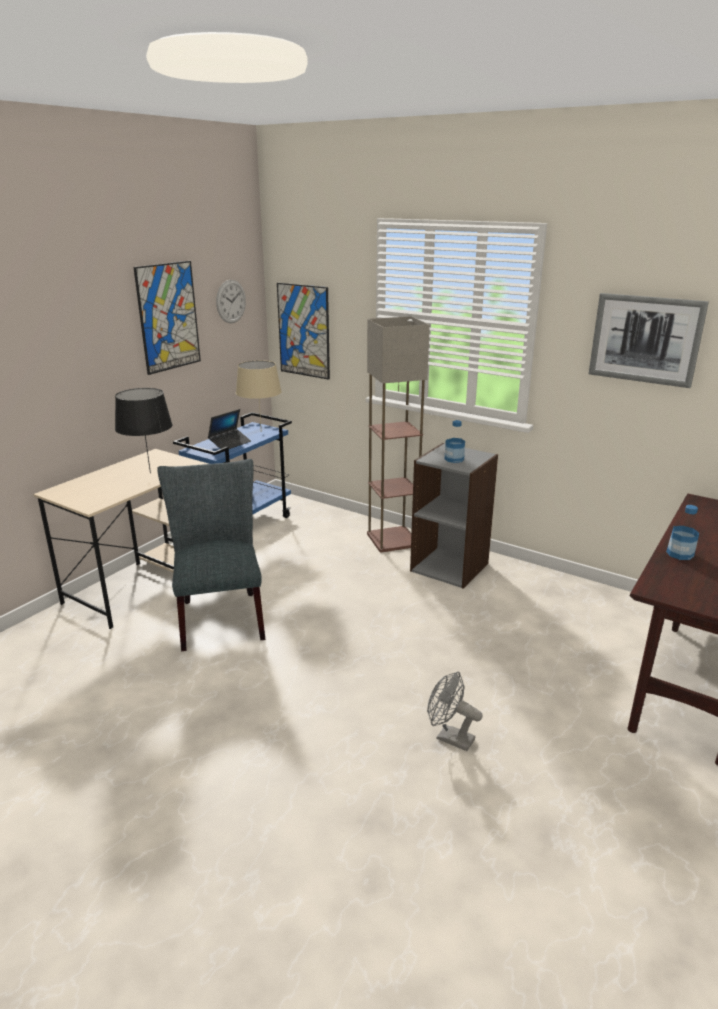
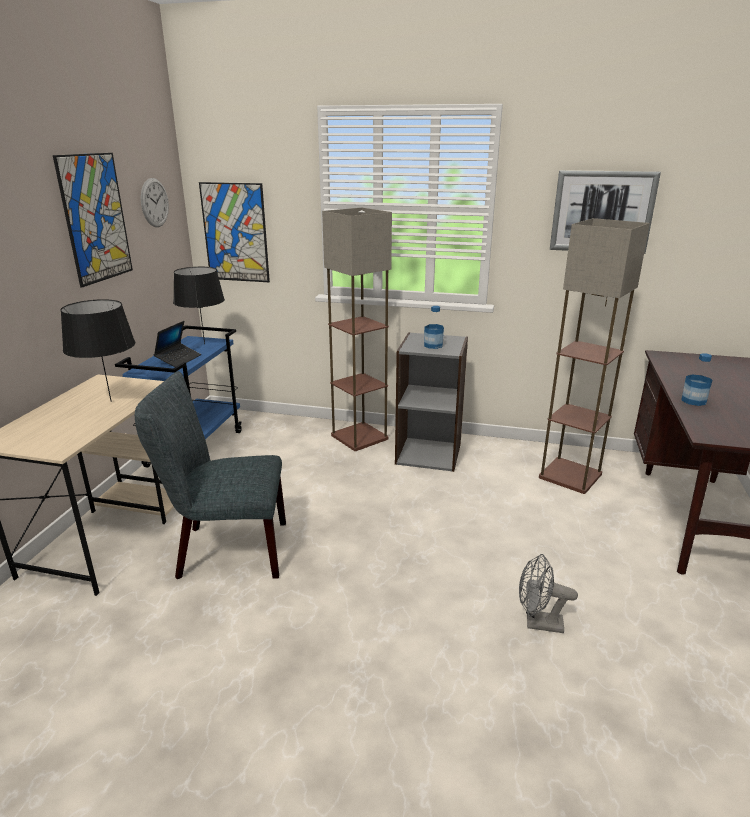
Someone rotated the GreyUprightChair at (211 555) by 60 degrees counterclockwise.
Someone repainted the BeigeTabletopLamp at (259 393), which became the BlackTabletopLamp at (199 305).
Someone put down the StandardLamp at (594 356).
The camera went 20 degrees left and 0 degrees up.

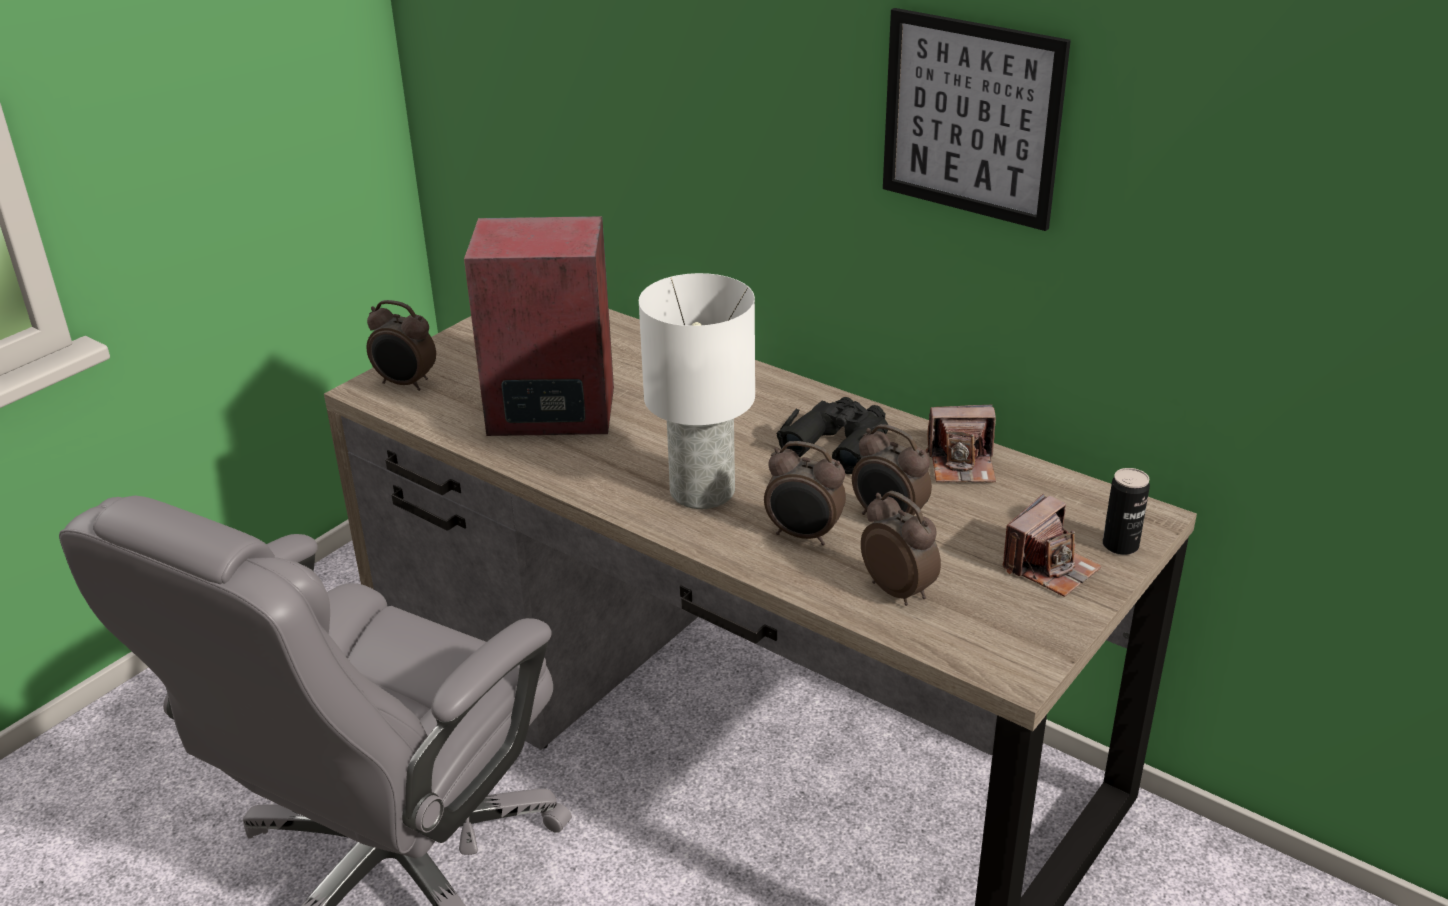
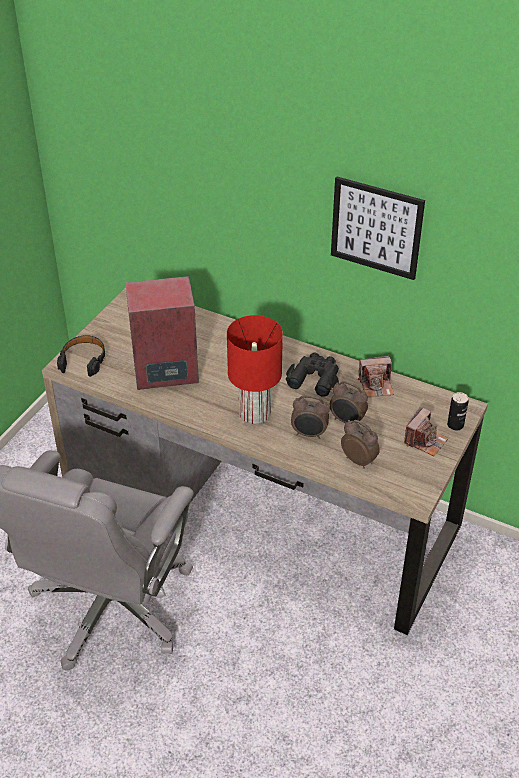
Someone swapped the TableClock at (401 345) for the BlackPairOfHeadphones at (81 356).
Someone repainted the WhiteColouredTabletopLamp at (697 391), which became the RedTabletopLamp at (255 369).
The camera went 10 degrees left and 10 degrees up.

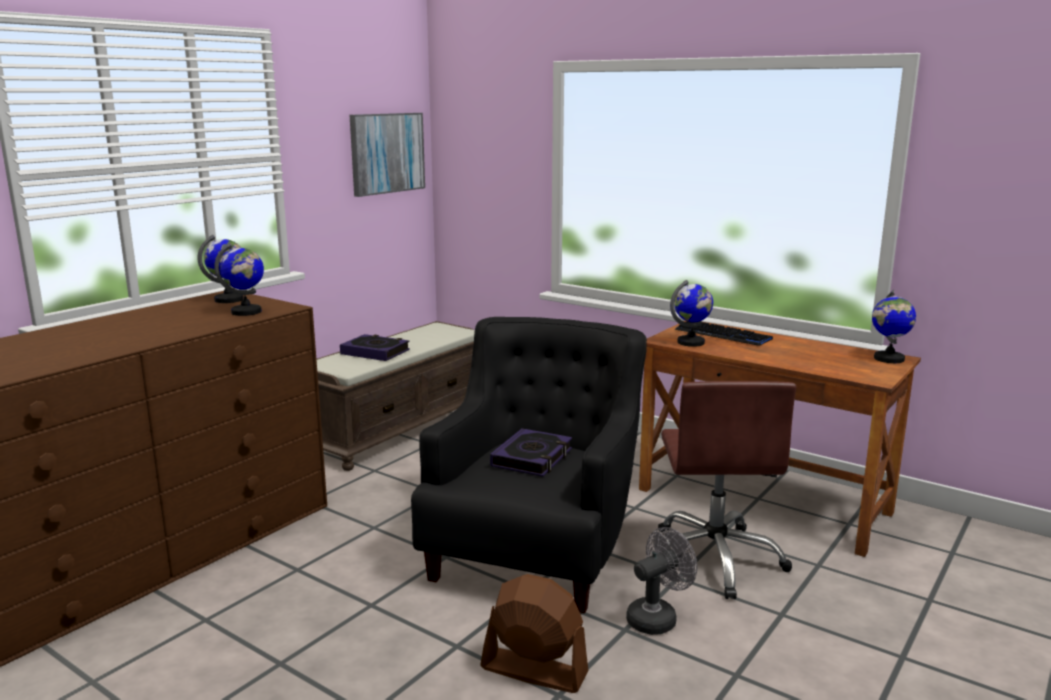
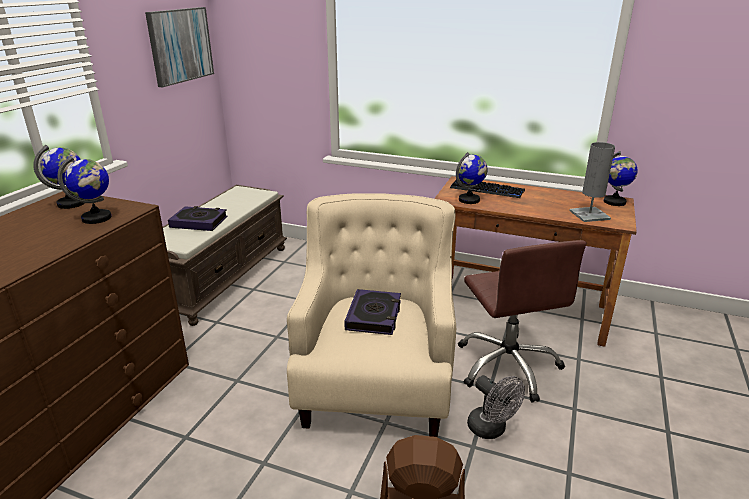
Someone repainted the BlackEasyChair at (529 465), which became the BeigeEasyChair at (371 315).
Someone rotated the GreyCoolingFan at (661 581) by 105 degrees clockwise.
Someone put down the GreyTabletopLamp at (592 182).
The camera went 15 degrees left and 10 degrees up.

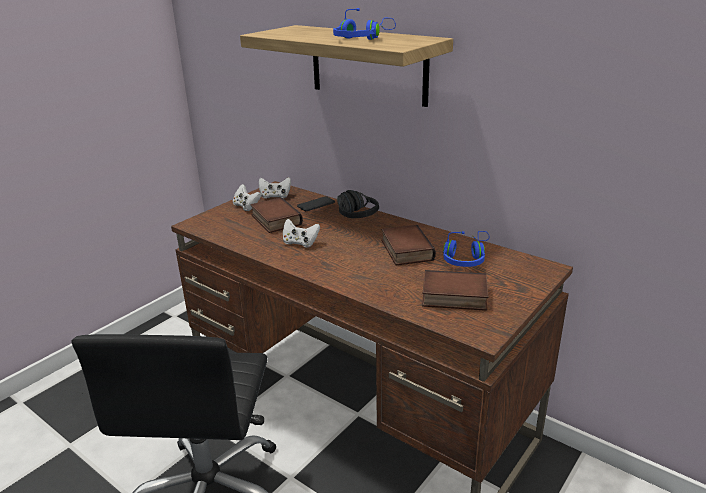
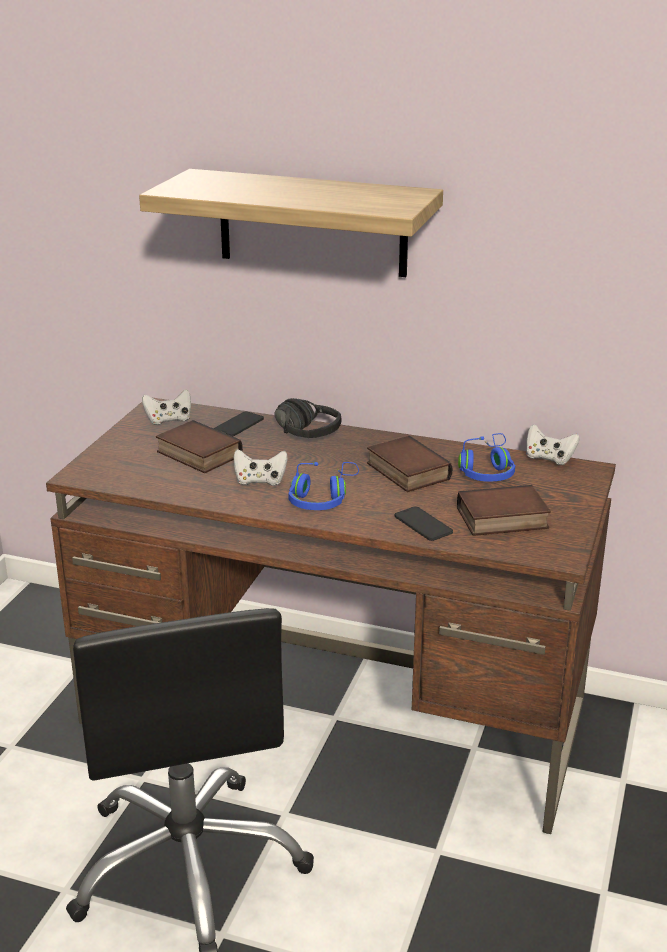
Someone carried the BlueColouredPairOfHeadphones from (364 24) to (323 486).
Someone put down the Telephone at (424 524).
Someone carried the WhiteColouredGameController from (247 197) to (553 444).
The camera went 20 degrees left and 0 degrees up.

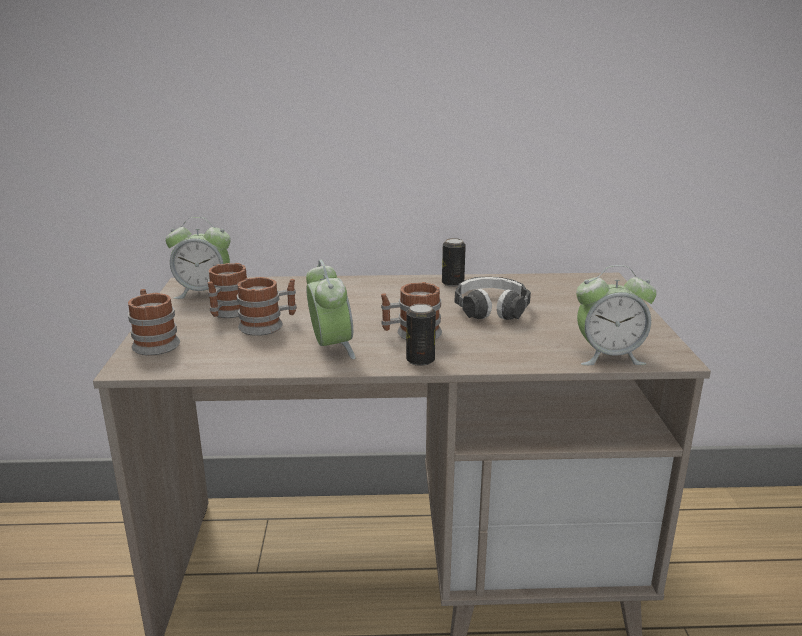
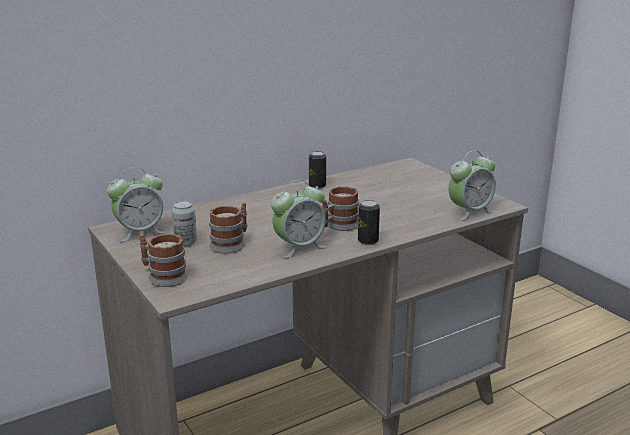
Someone swapped the Mug at (228 290) for the SealedCan at (184 223).
Someone rotated the TableClock at (331 309) by 105 degrees clockwise.
Someone took away the PairOfHeadphones at (492 298).
The camera went 30 degrees left and 0 degrees up.

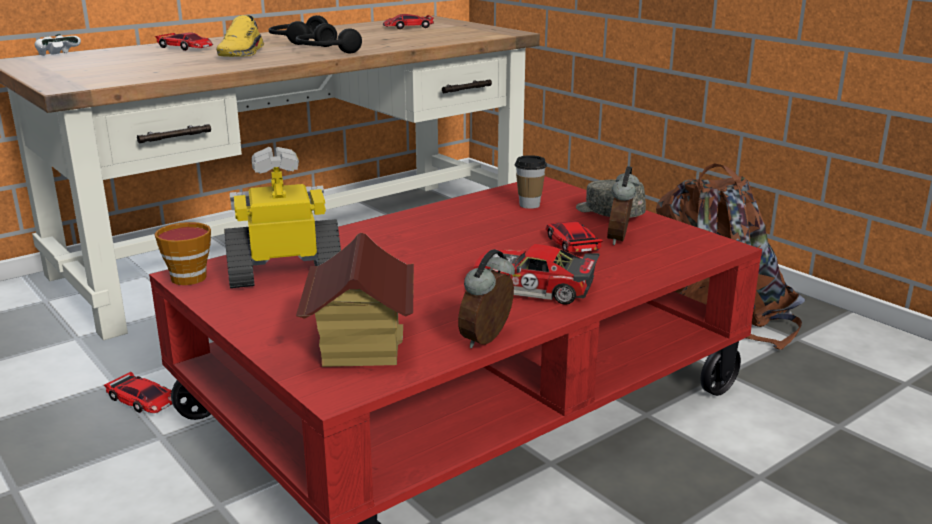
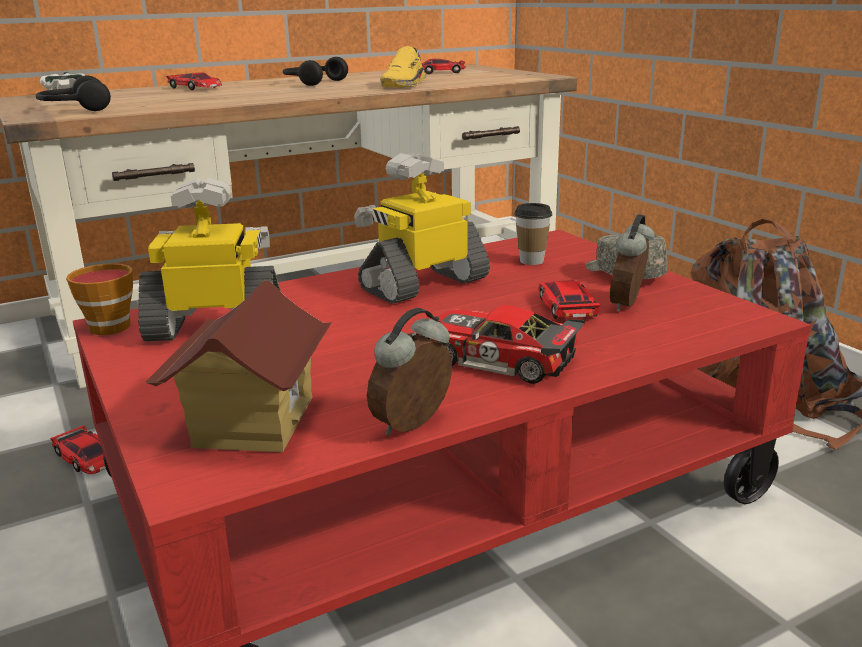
Someone carried the BlackPairOfHeadphones from (329 38) to (73 93).
Someone put down the ModelRobot at (422 228).
Someone carried the YellowColouredItemOfFootwear from (240 36) to (403 66).
The camera went 10 degrees right and 0 degrees up.

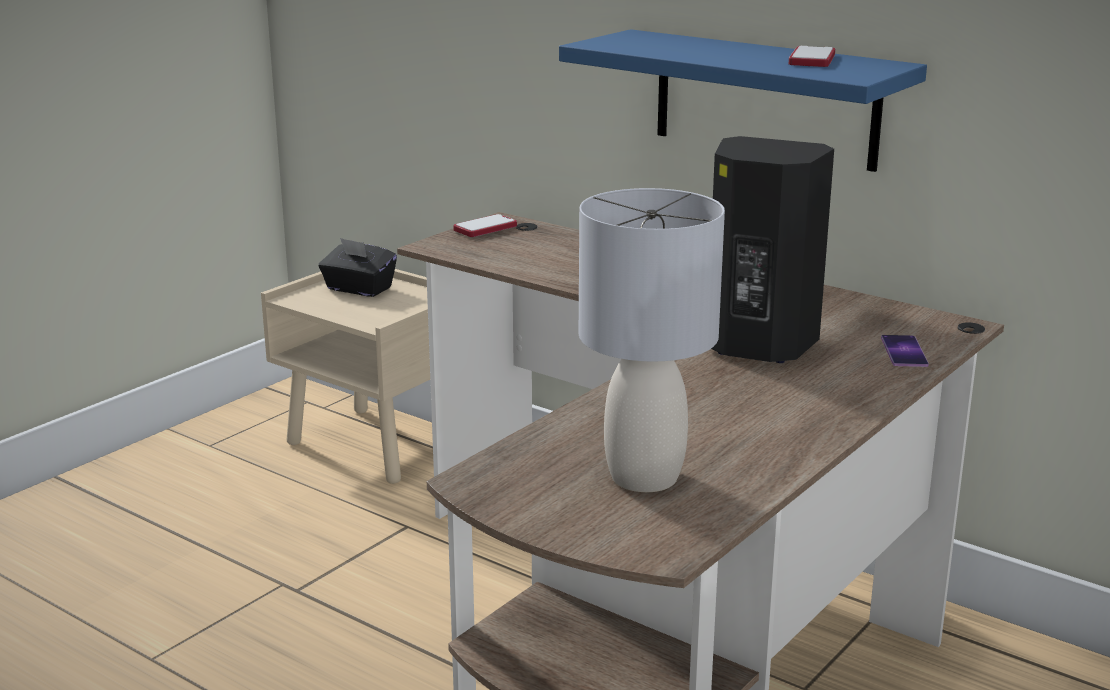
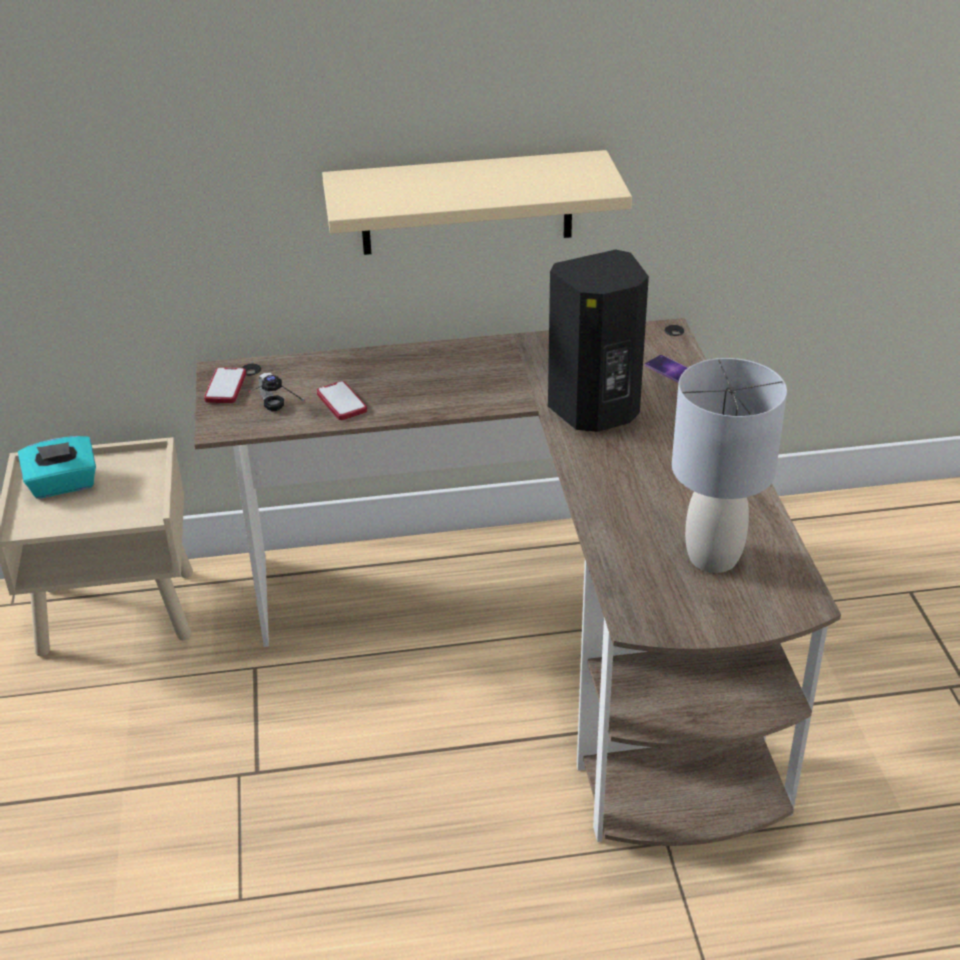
Someone repainted the BlackTissueHolder at (357 267), which became the TurquoiseTissueHolder at (57 467).
Someone put down the PairOfHeadphones at (277 392).
Someone carried the Telephone from (812 56) to (342 400).
Someone repainted the BlueColouredShelf at (743 100), which became the BeigeShelf at (477 202).
The camera went 45 degrees left and 15 degrees up.

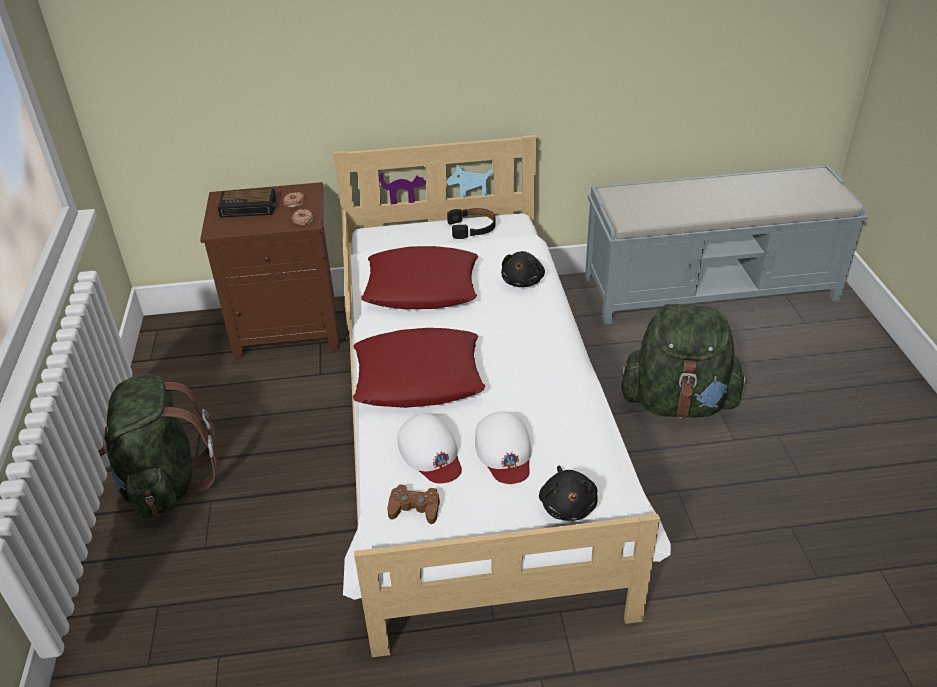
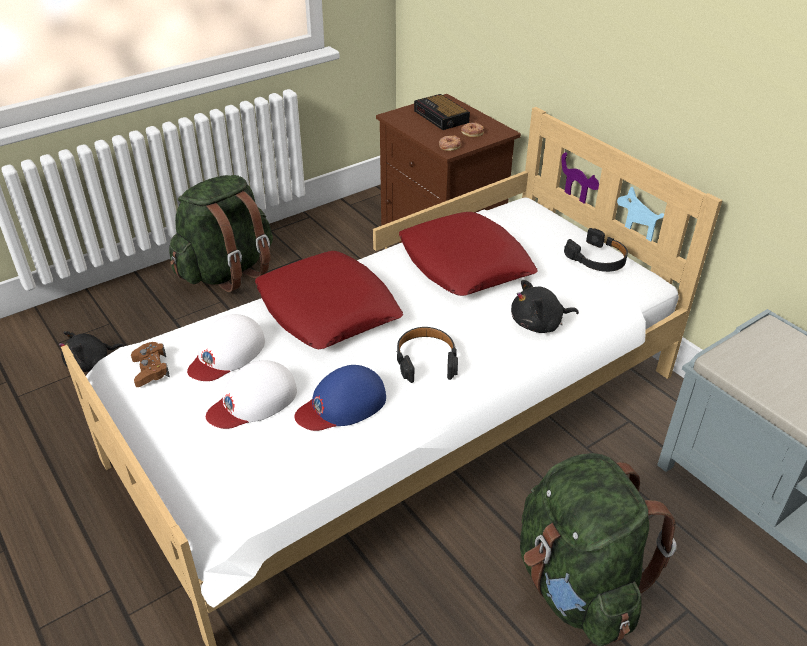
Someone carried the BlackSoftToy from (568 493) to (92 351).
Someone put down the BlueColouredCap at (340 398).
Someone put down the BlackPairOfHeadphones at (427 355).
The camera went 60 degrees right and 0 degrees up.

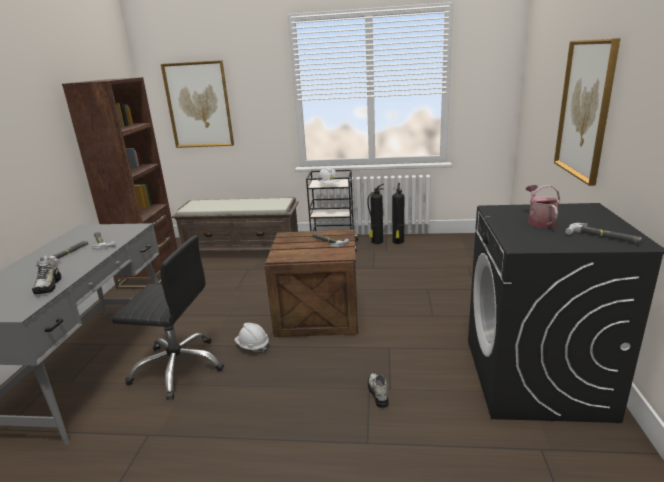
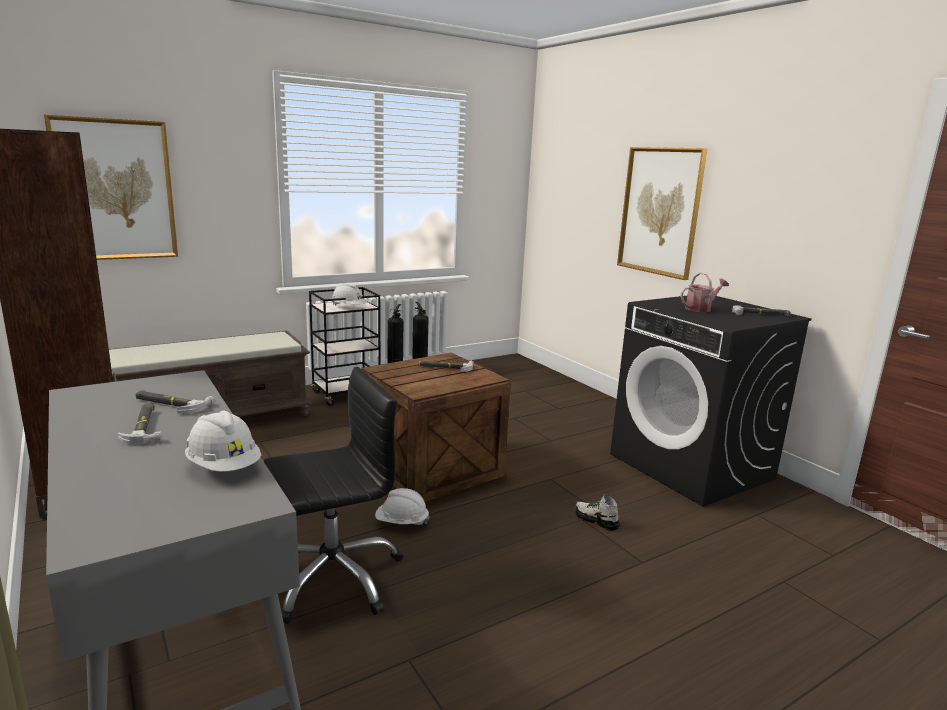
Someone swapped the ItemOfFootwear at (47 275) for the WhiteColouredWorkHelmet at (223 441).
Someone rotated the WateringPot at (543 206) by 105 degrees clockwise.
The camera went 40 degrees left and 5 degrees down.

